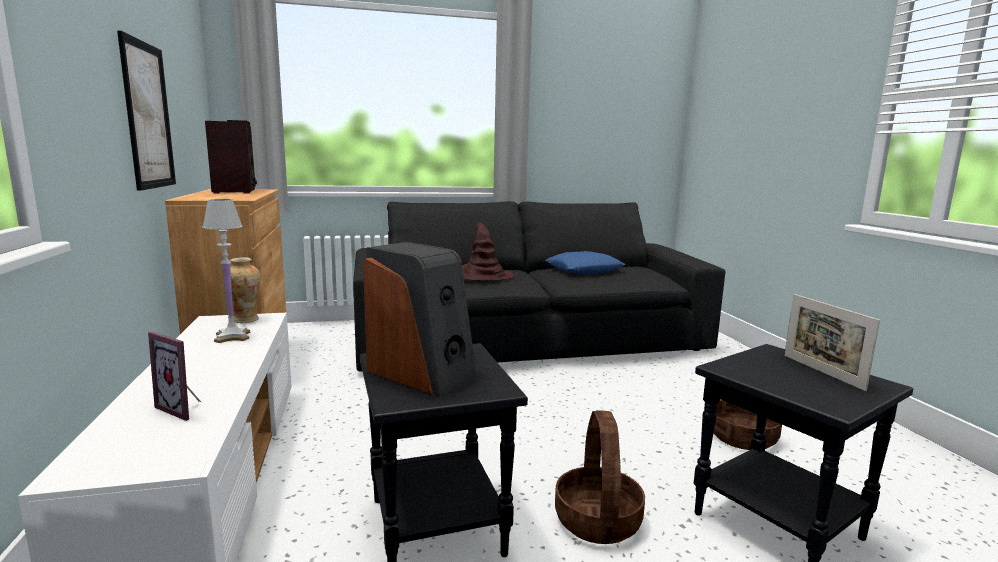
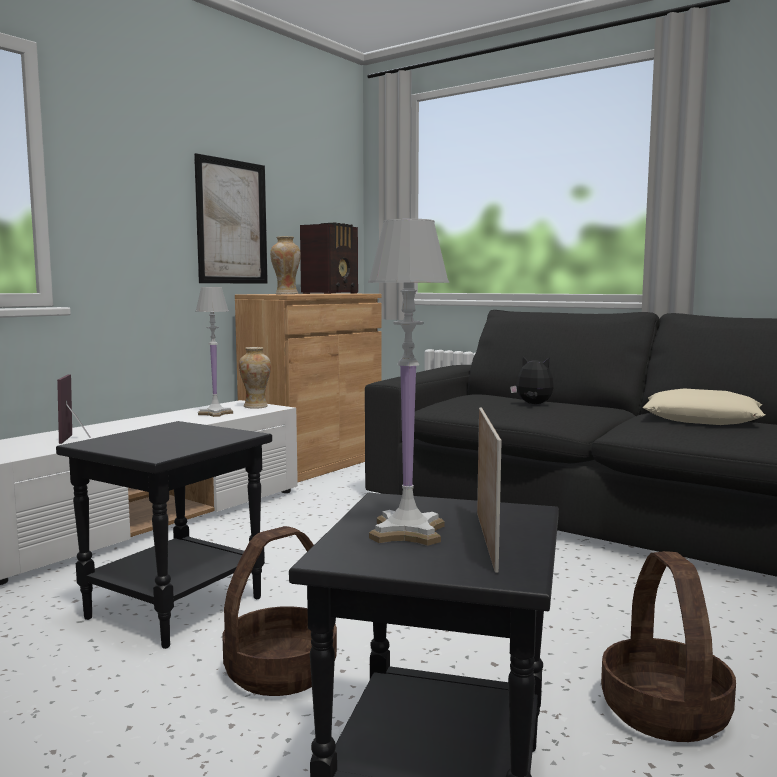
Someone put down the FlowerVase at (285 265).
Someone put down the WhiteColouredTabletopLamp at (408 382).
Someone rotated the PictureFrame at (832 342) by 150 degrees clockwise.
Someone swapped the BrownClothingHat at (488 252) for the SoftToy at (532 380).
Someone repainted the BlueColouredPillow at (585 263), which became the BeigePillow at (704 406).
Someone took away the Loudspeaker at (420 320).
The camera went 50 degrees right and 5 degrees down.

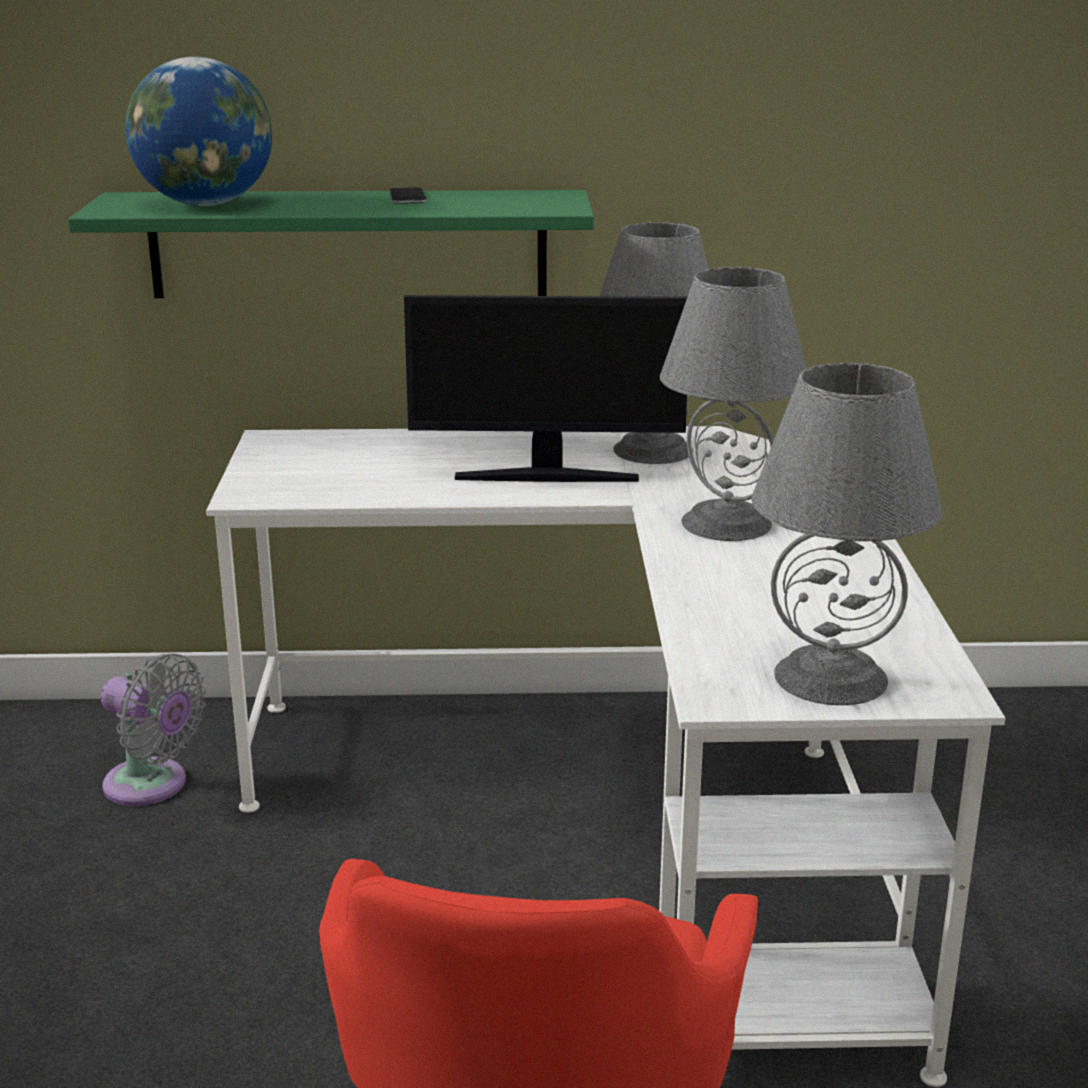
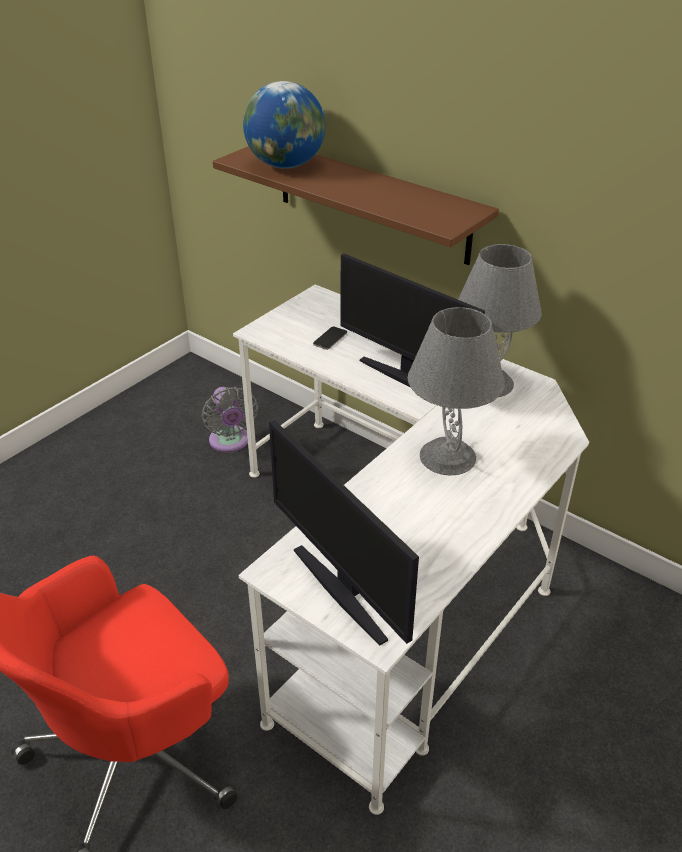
Someone repainted the GreenColouredShelf at (331 244), which became the BrownShelf at (355 205).
Someone swapped the GreyTabletopLamp at (847 534) for the ComputerScreen at (344 533).
Someone carried the Telephone from (408 195) to (330 338).
The camera went 40 degrees right and 15 degrees up.

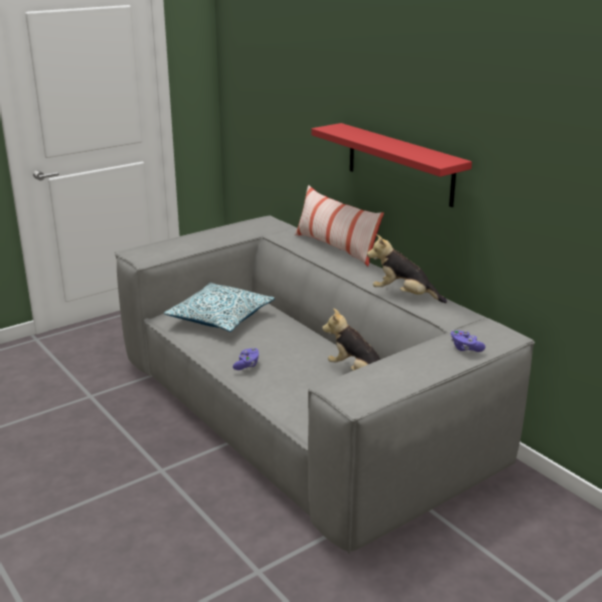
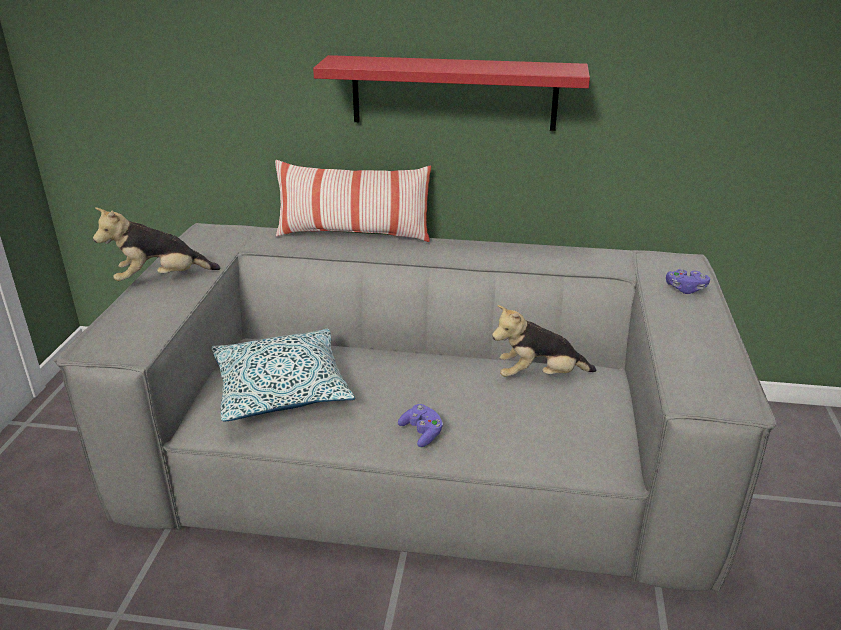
Someone carried the SoftToy from (407 268) to (157 244).
The camera went 45 degrees left and 5 degrees up.

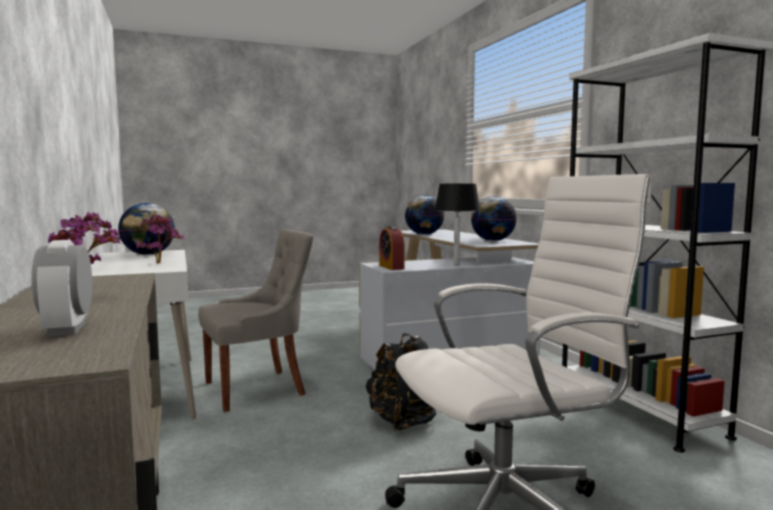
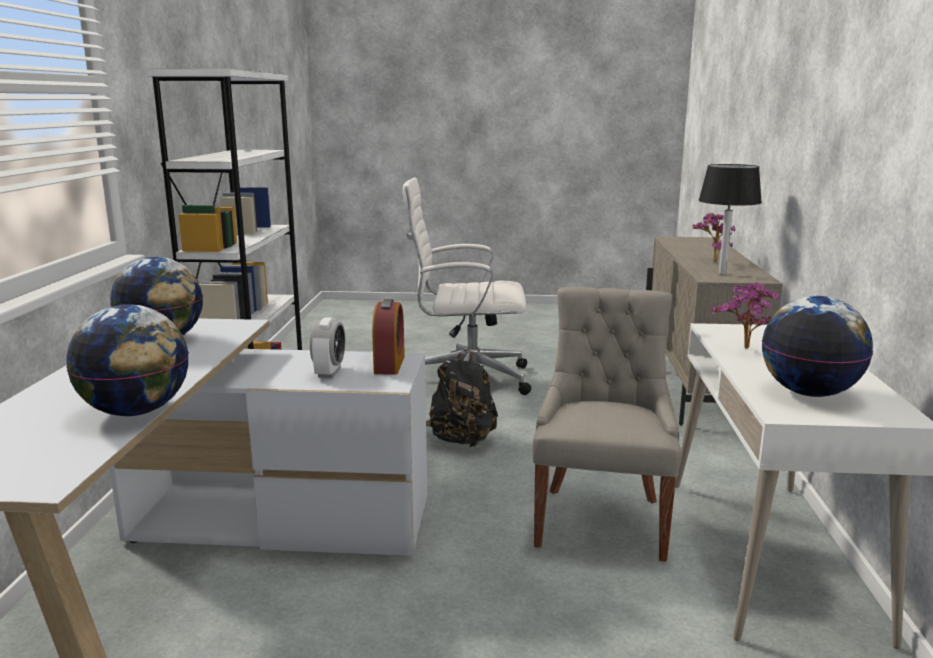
Someone carried the TableClock from (61 288) to (327 347).
Someone rotated the GreyUprightChair at (255 320) by 105 degrees clockwise.
Someone carried the BlackTabletopLamp from (457 225) to (730 219).
The camera went 155 degrees left and 10 degrees up.

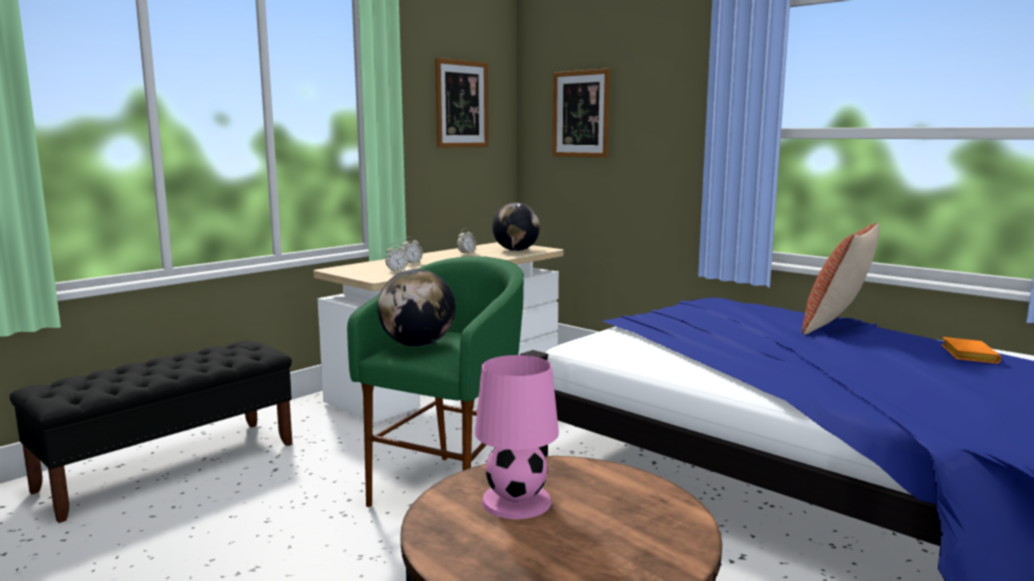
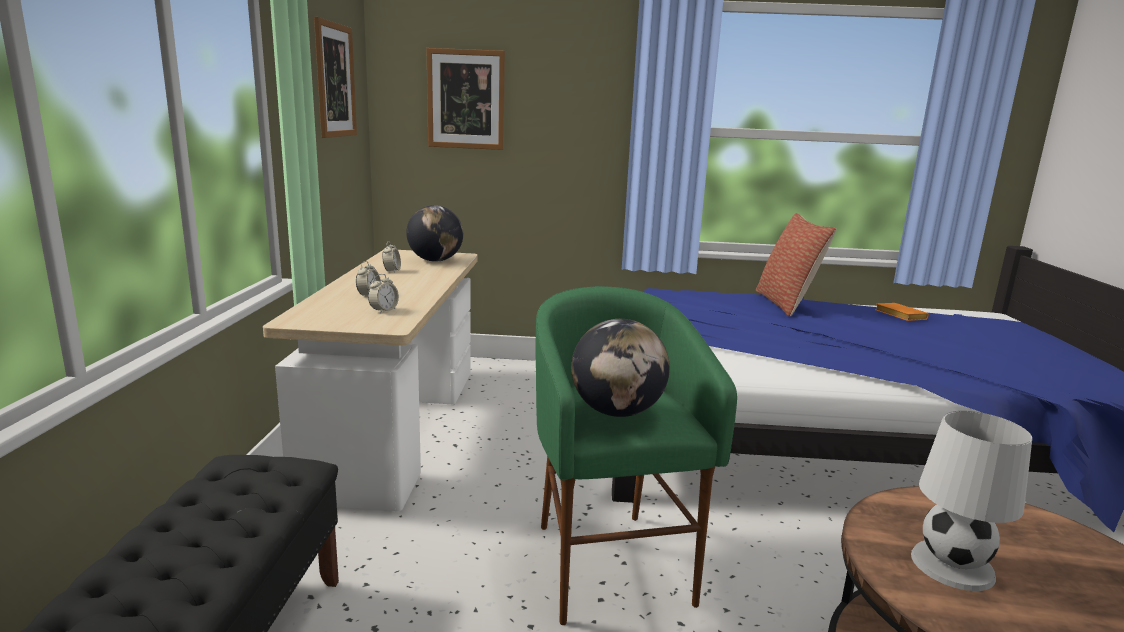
Someone repainted the PinkTabletopLamp at (517 437), which became the WhiteColouredTabletopLamp at (971 501).
The camera went 40 degrees left and 5 degrees up.

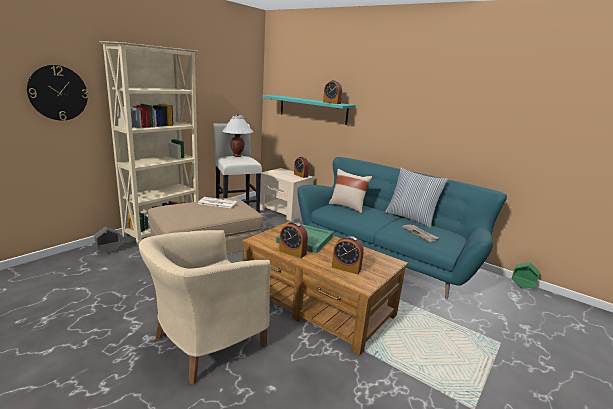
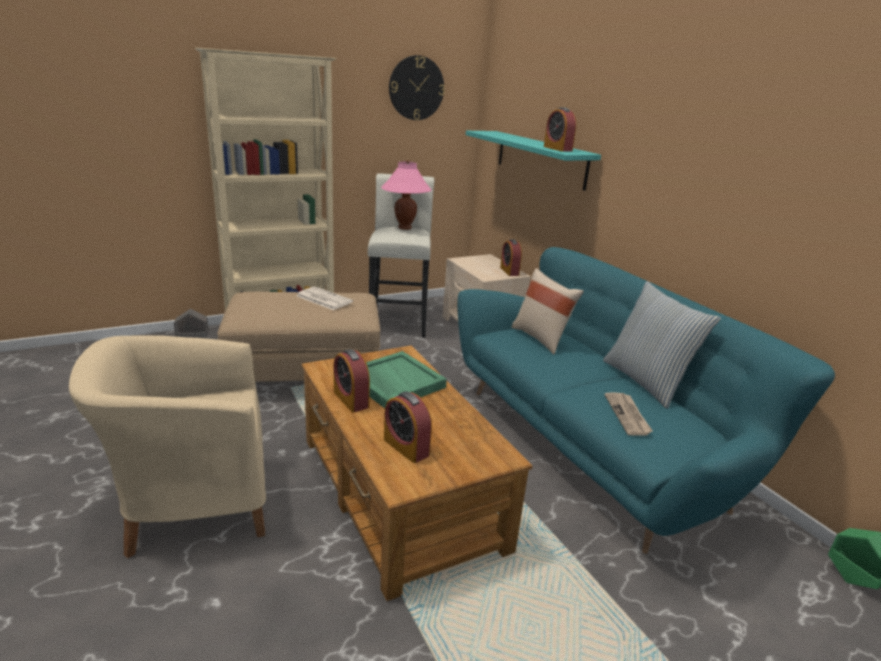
Someone repainted the WhiteColouredTabletopLamp at (237 135), which became the PinkTabletopLamp at (406 195).
Someone carried the HangingClock from (57 93) to (417 87).
The camera went 25 degrees right and 5 degrees up.

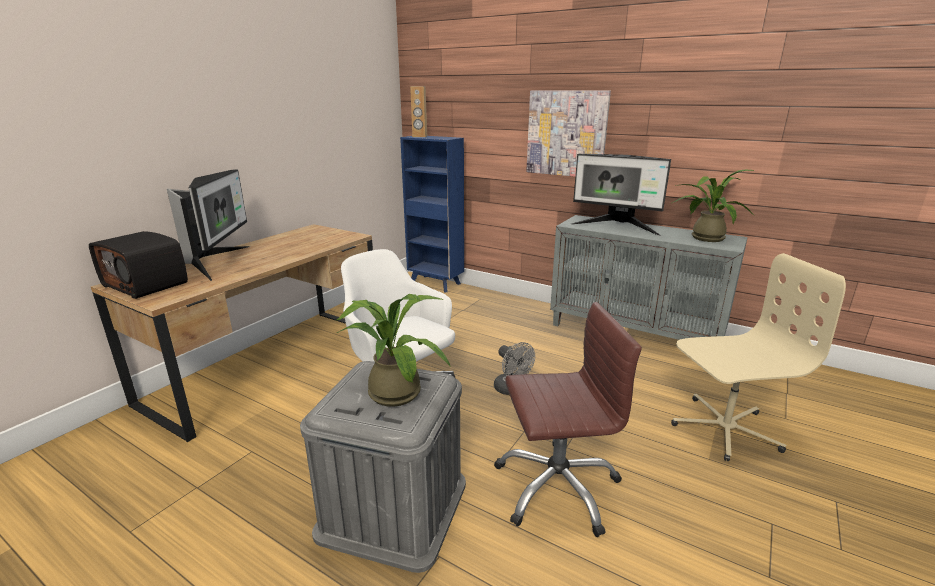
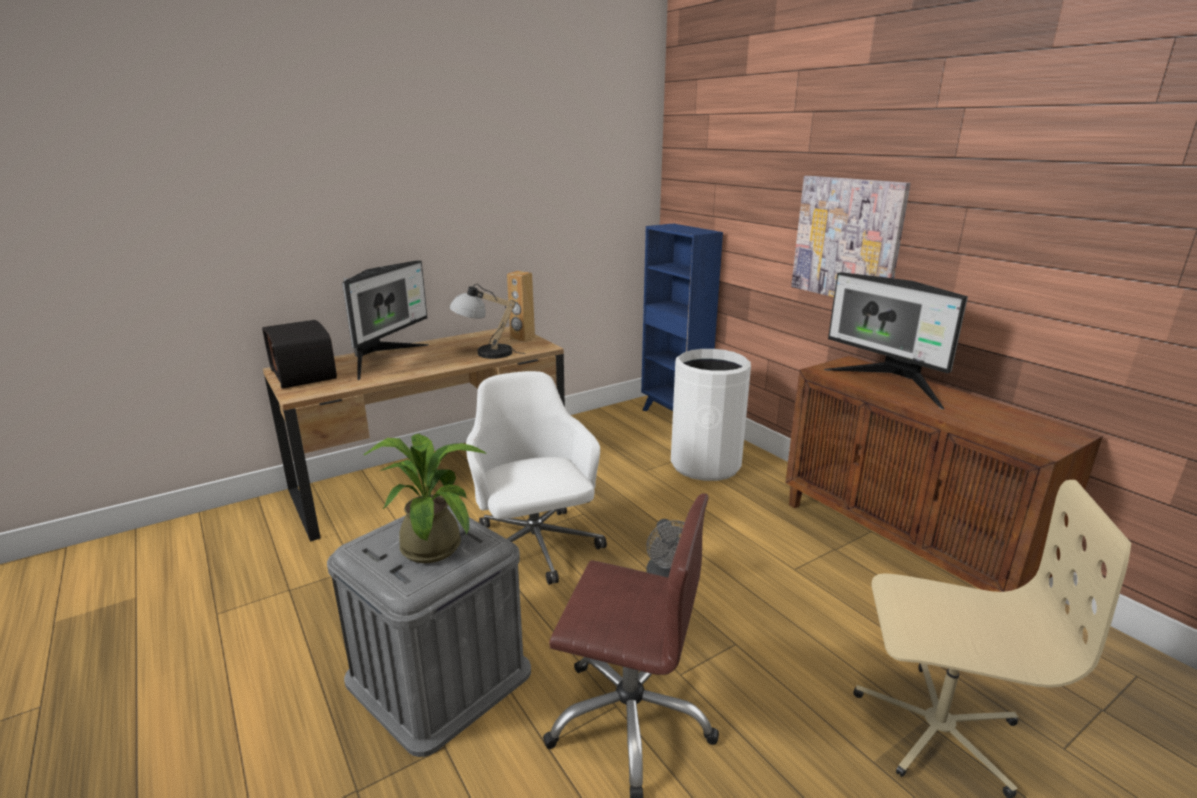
Someone put down the TabletopLamp at (487 321).
Someone carried the BrownLoudspeaker from (418 111) to (521 306).
Someone put down the WhiteColouredWasteBin at (711 415).
Someone repainted the GreyCabinet at (649 277), which became the BrownCabinet at (944 474).
Someone took away the PlantInAPot at (713 206).
The camera went 25 degrees right and 0 degrees up.

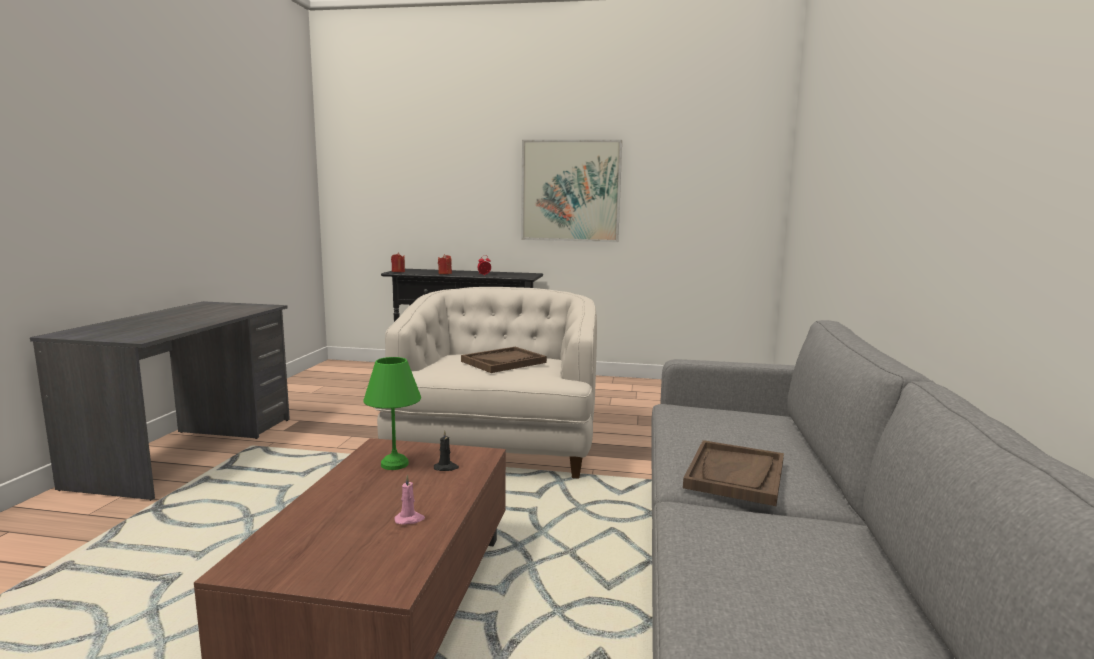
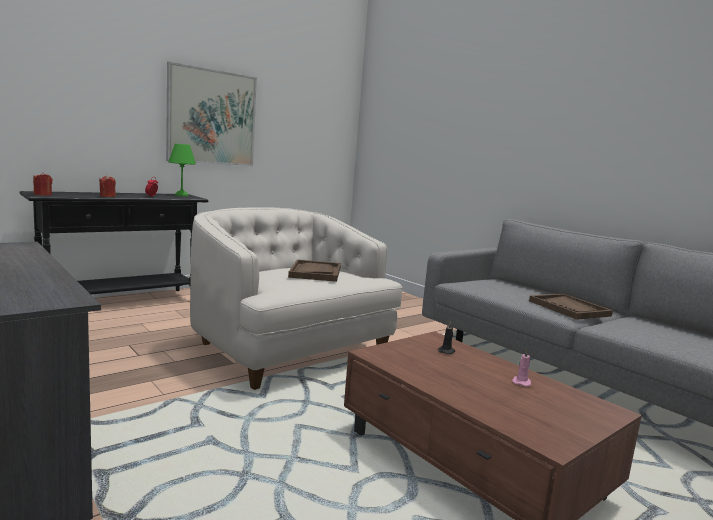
Someone carried the GreenColouredTabletopLamp from (392 413) to (182 170).
The camera went 50 degrees left and 0 degrees up.

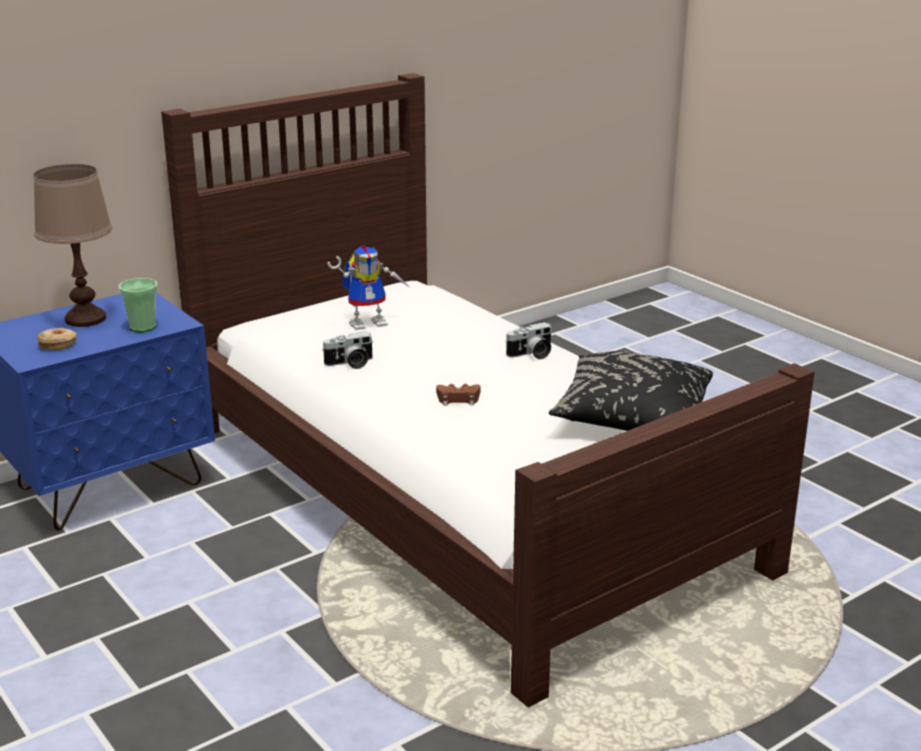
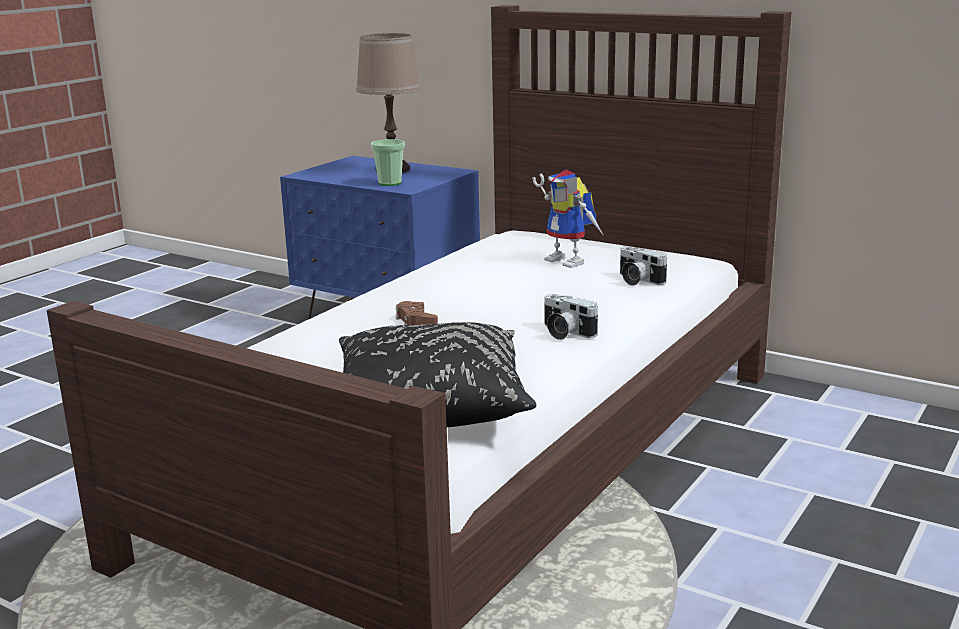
Someone carried the PhotoCamera from (347 350) to (643 266).
Someone took away the Doughnut at (57 339).
The camera went 70 degrees right and 5 degrees down.

